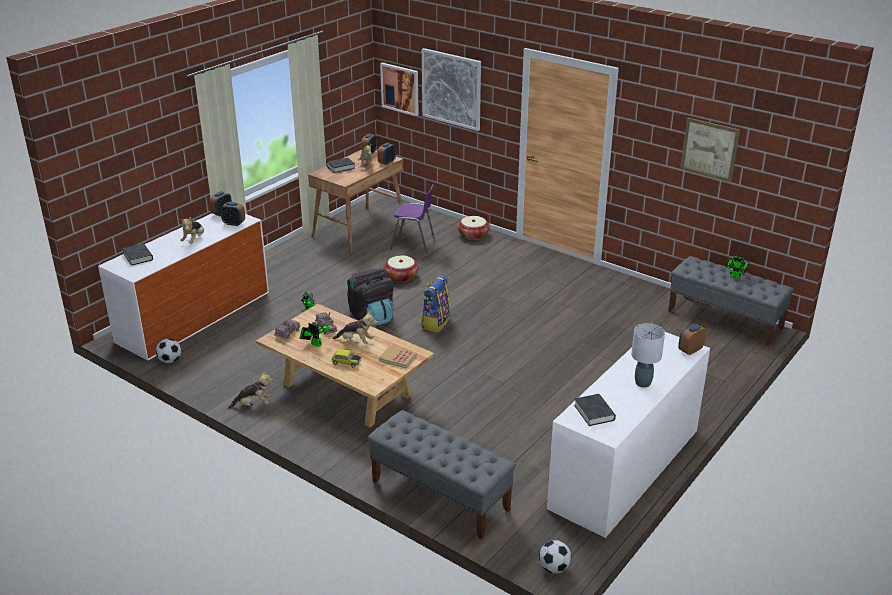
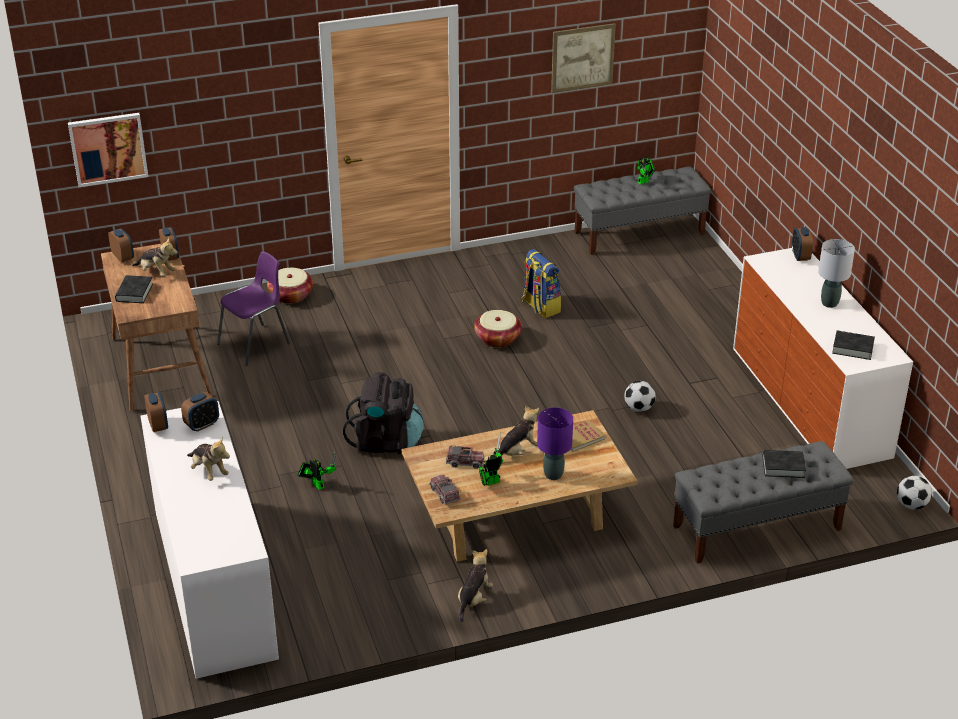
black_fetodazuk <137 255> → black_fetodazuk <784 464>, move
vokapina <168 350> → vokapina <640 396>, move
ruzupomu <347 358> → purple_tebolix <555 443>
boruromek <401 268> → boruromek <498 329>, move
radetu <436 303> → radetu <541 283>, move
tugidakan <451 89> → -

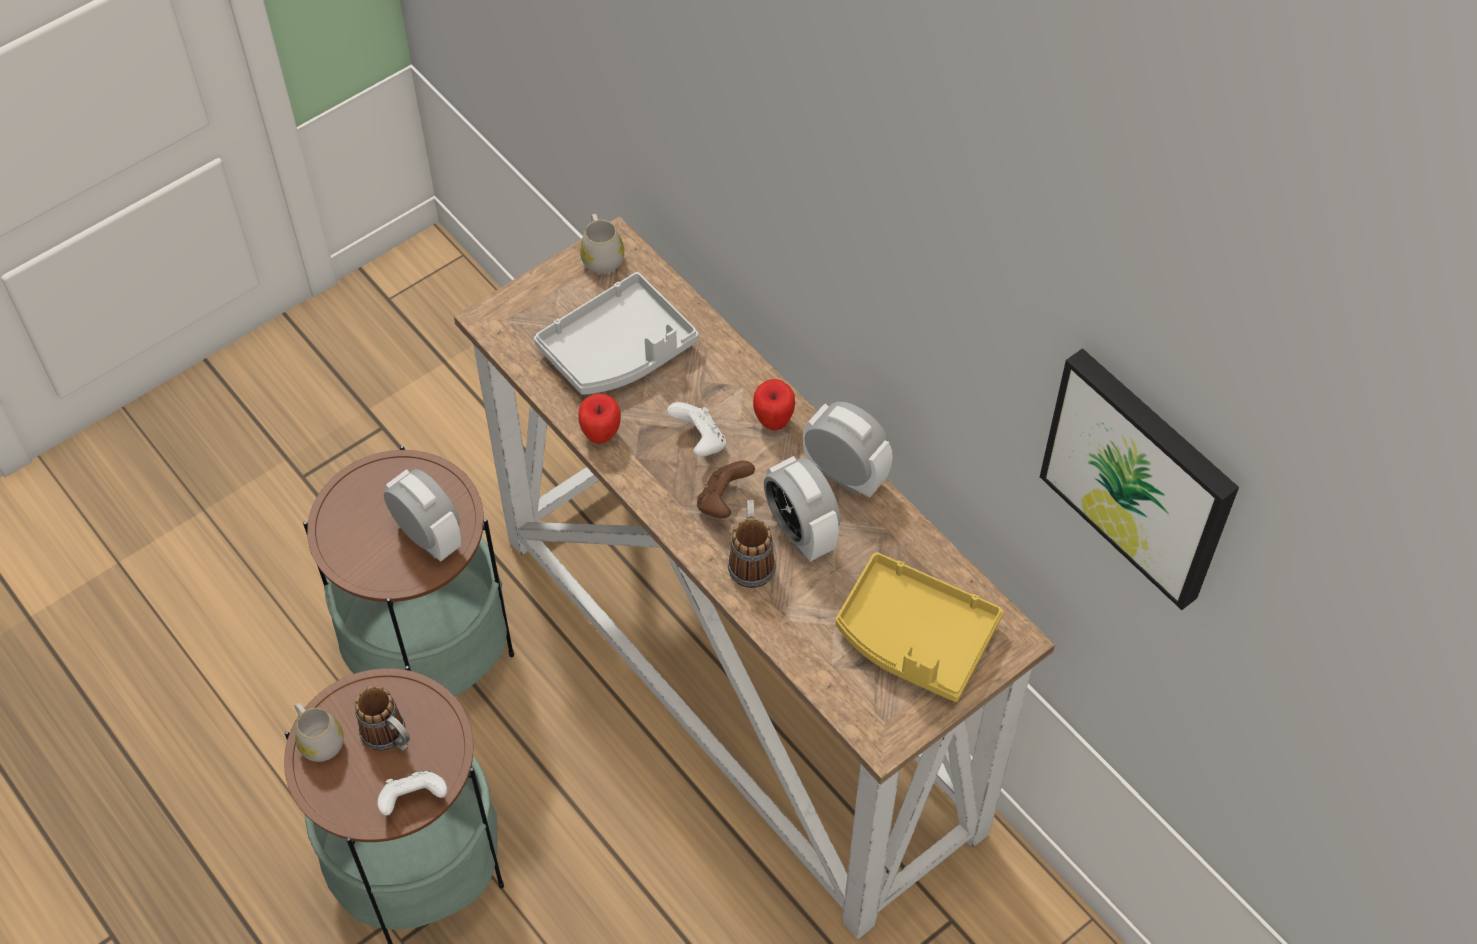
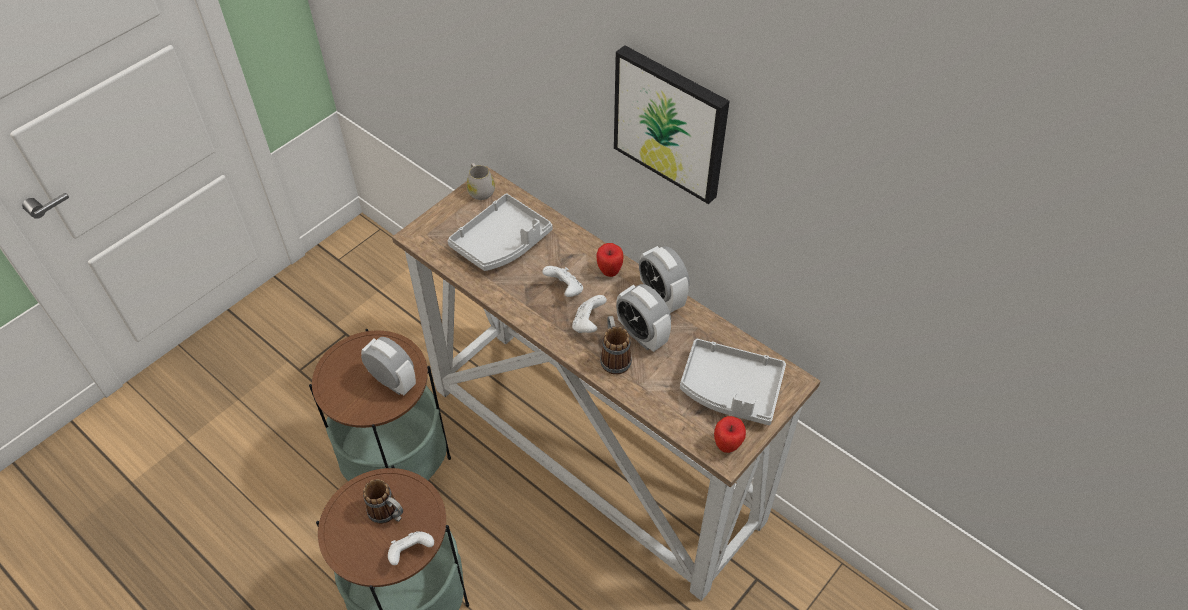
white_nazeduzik <319 732> → -
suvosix <600 418> → suvosix <730 434>, move
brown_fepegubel <726 489> → white_fepegubel <589 314>
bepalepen <848 449> → bepalepen <664 279>, 150 degrees counterclockwise
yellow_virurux <919 627> → grey_virurux <733 382>
tugidakan <1139 479> → tugidakan <672 124>, move

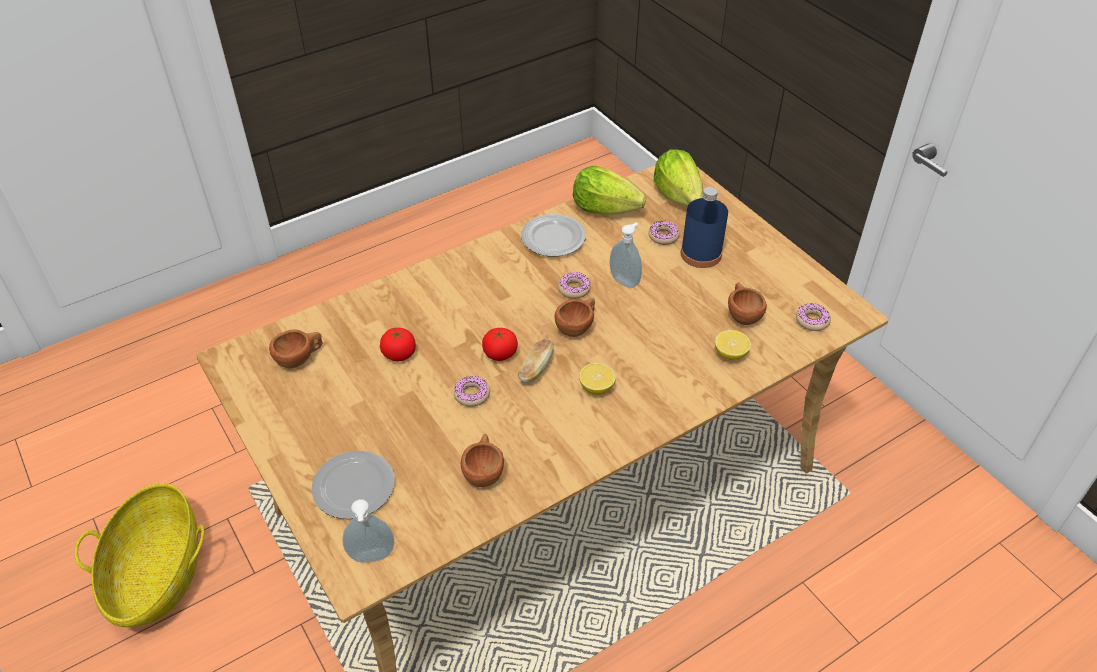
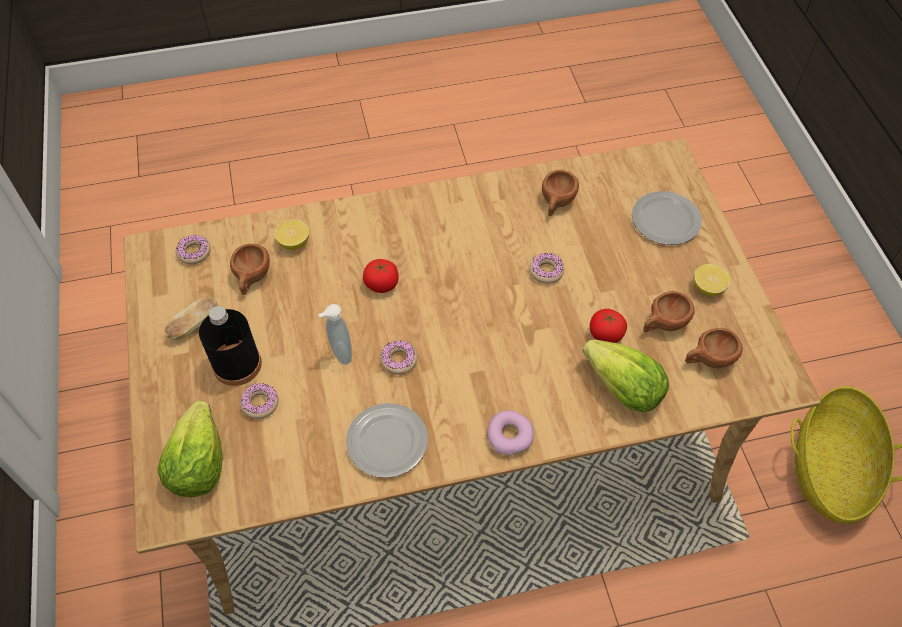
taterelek <368 530> → -
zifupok <500 344> → zifupok <381 276>, move
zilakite <536 361> → zilakite <191 318>, move
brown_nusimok <574 317> → brown_nusimok <669 311>, move
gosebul <609 190> → gosebul <626 376>, move
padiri <597 379> → padiri <712 280>, move
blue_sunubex <704 227> → black_sunubex <230 346>
- → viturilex <510 432>

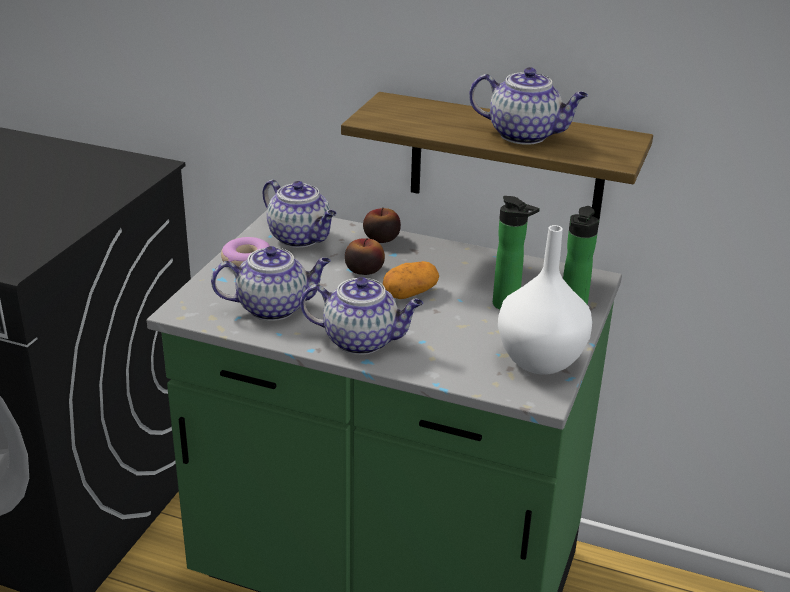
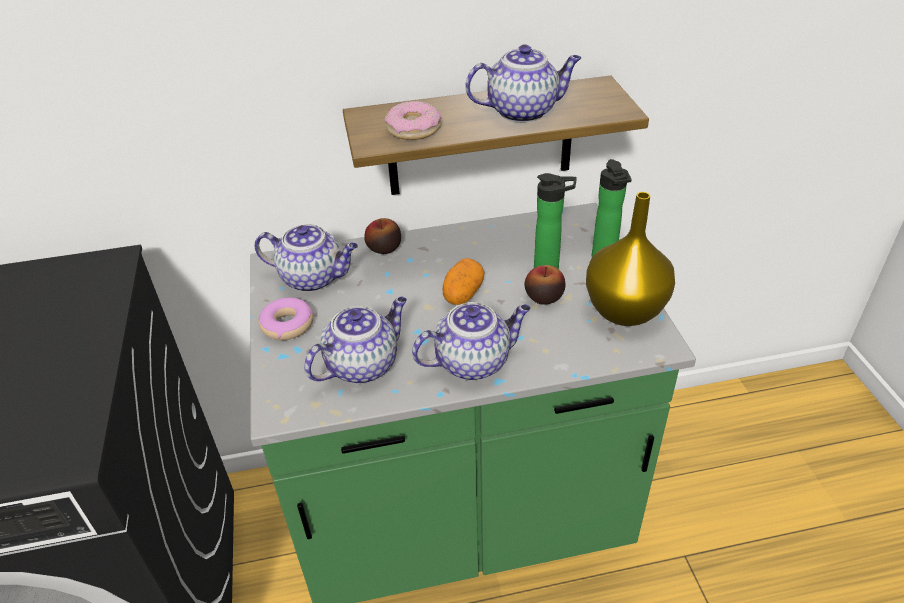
suvosix <365 256> → suvosix <544 285>, move
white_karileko <545 299> → yellow_karileko <630 259>
- → viturilex <413 120>

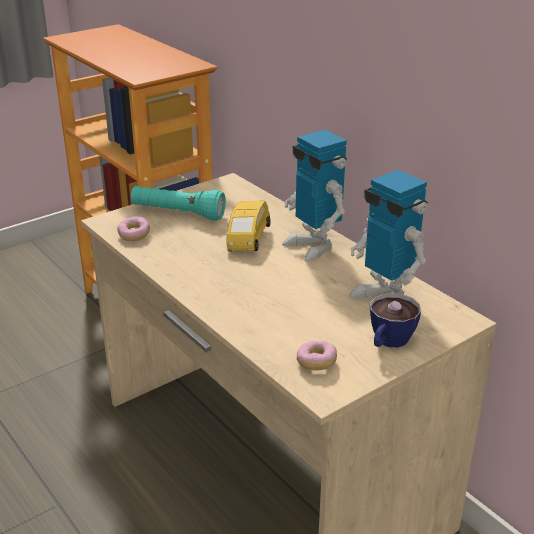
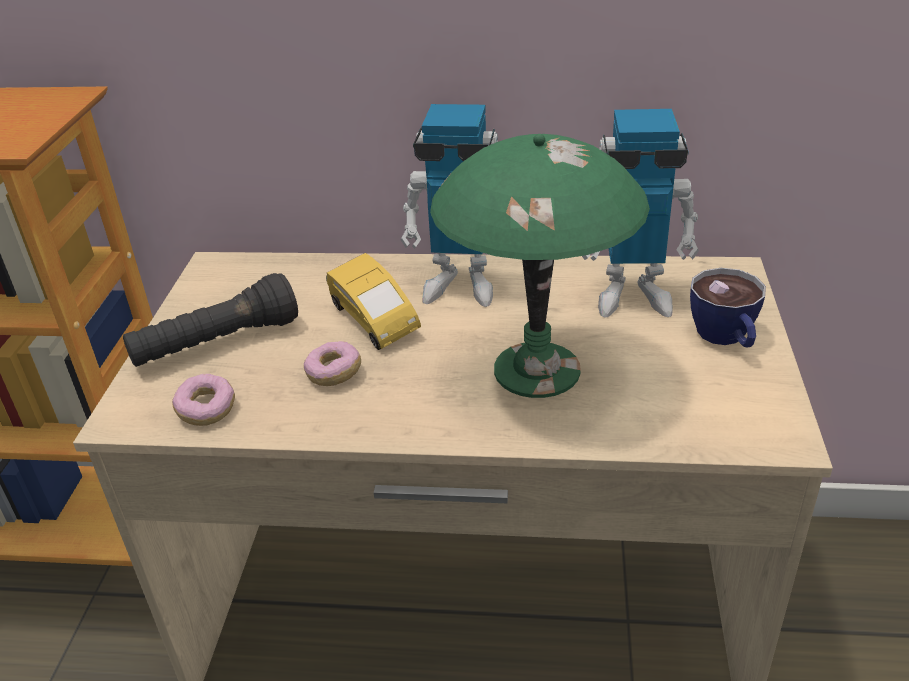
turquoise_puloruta <178 203> → black_puloruta <210 320>
viturilex <317 355> → viturilex <332 363>, move
- → green_tebolix <540 266>

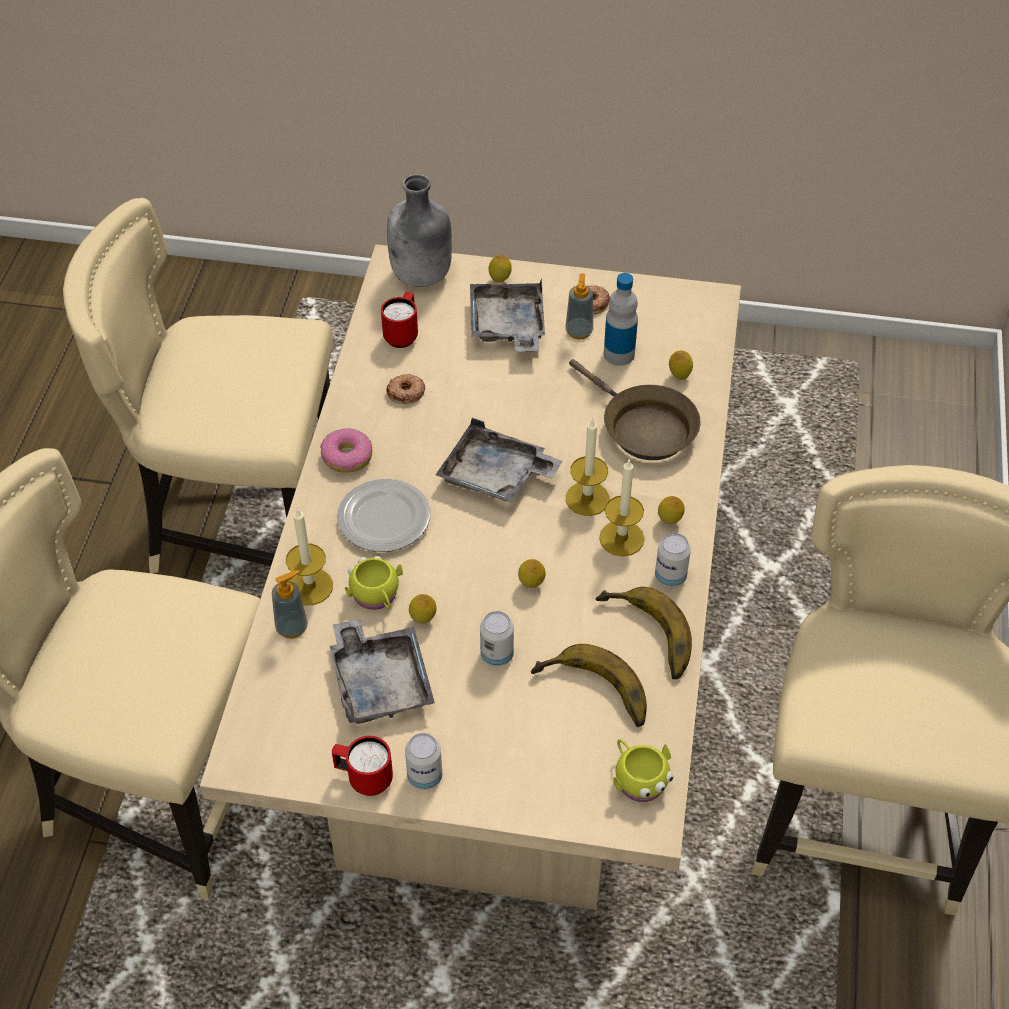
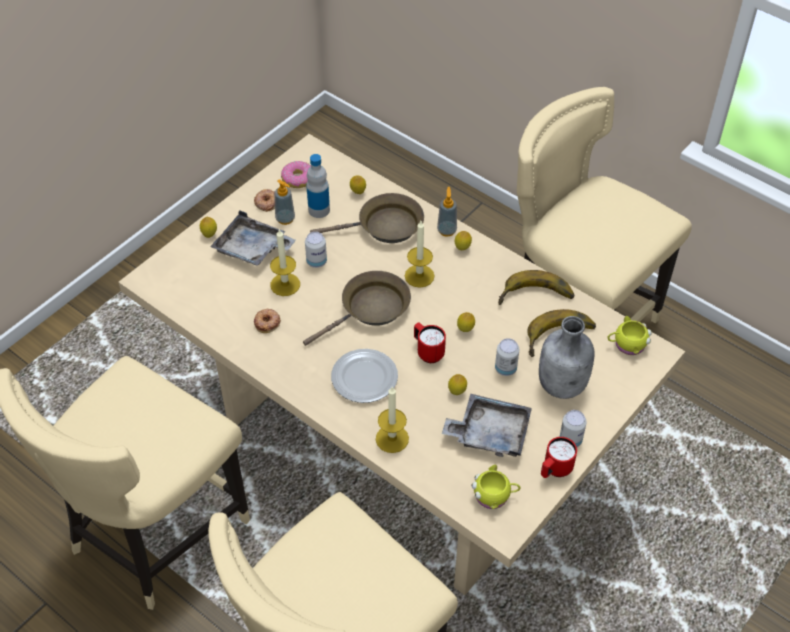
taterelek <290 604> → taterelek <447 212>, move
viturilex <346 450> → viturilex <296 174>, move
yellow_nazeduzik <374 583> → yellow_nazeduzik <496 487>, move
red_nazeduzik <399 320> → red_nazeduzik <430 343>, move
grey_sunubex <419 230> → grey_sunubex <566 357>, move
grey_virurux <499 460> → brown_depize <357 308>
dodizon <622 507> → dodizon <285 263>, move
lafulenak <673 560> → lafulenak <316 250>, move

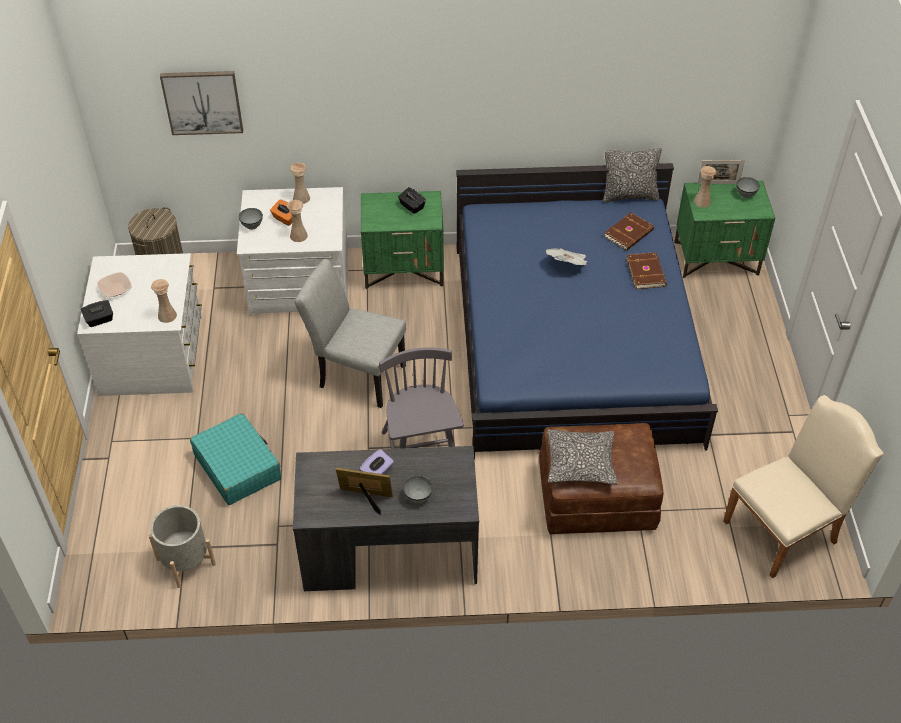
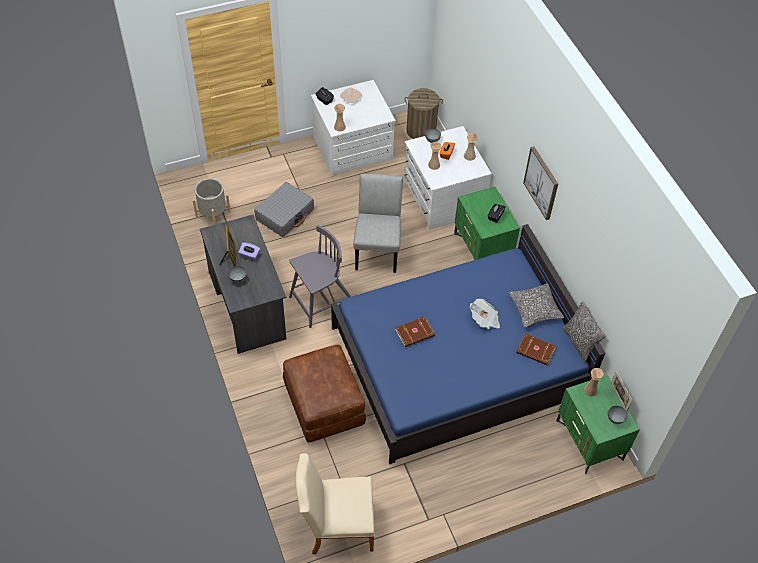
tugidakan <201 103> → tugidakan <540 183>, move
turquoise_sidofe <235 459> → grey_sidofe <284 209>
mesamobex <582 457> → mesamobex <536 305>, move
brown_fetodazuk <646 270> → brown_fetodazuk <415 331>, move
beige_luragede <803 486> → beige_luragede <335 503>, 135 degrees clockwise

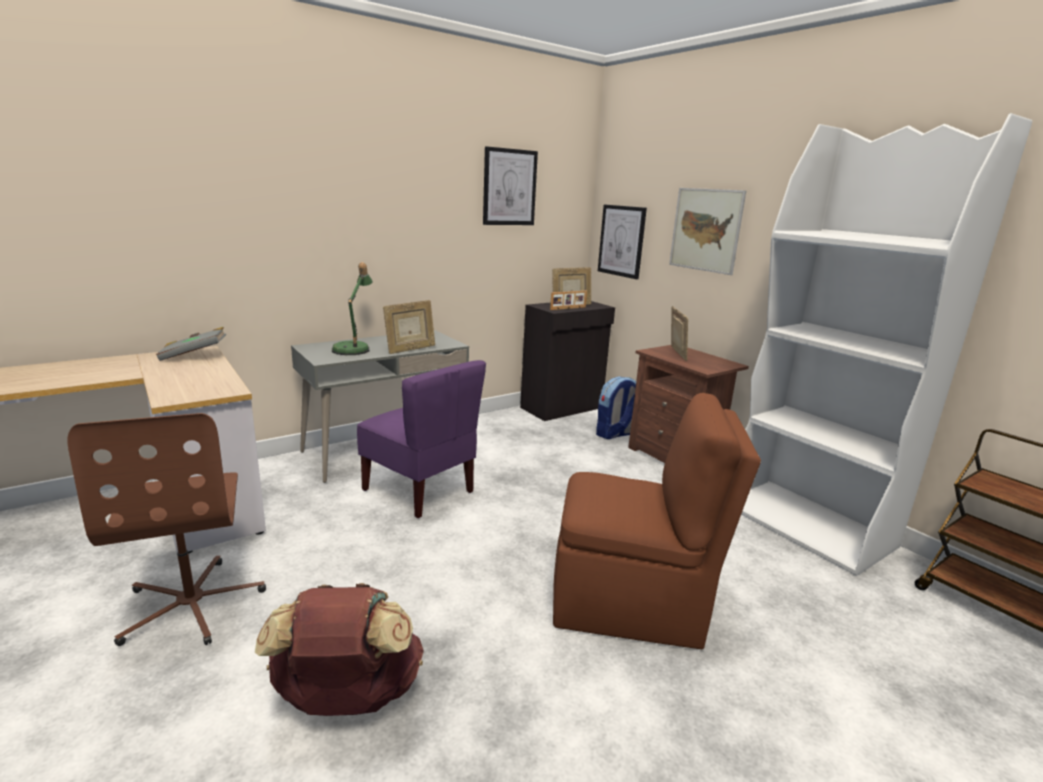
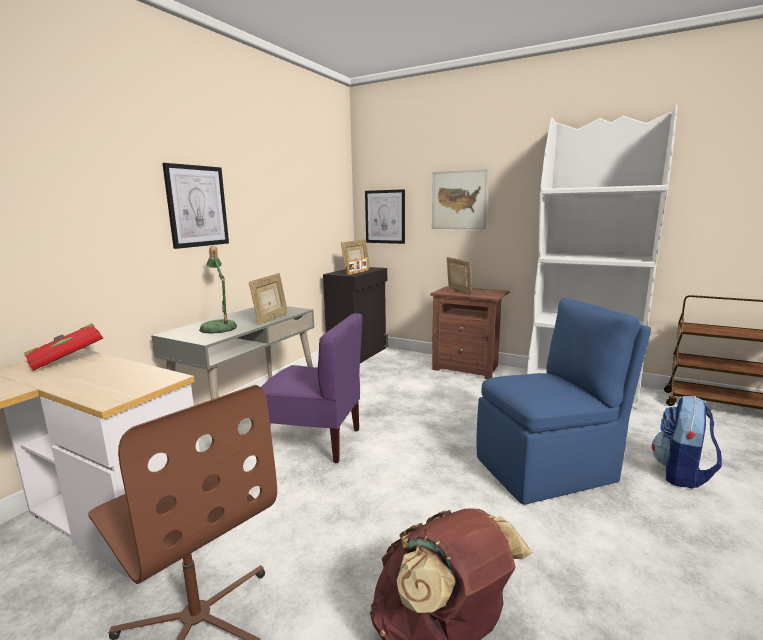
grey_fetodazuk <191 344> → red_fetodazuk <63 347>
tugidakan <510 185> → tugidakan <195 206>, move
brown_luragede <657 521> → blue_luragede <564 401>
radetu <616 407> → radetu <687 442>, move

